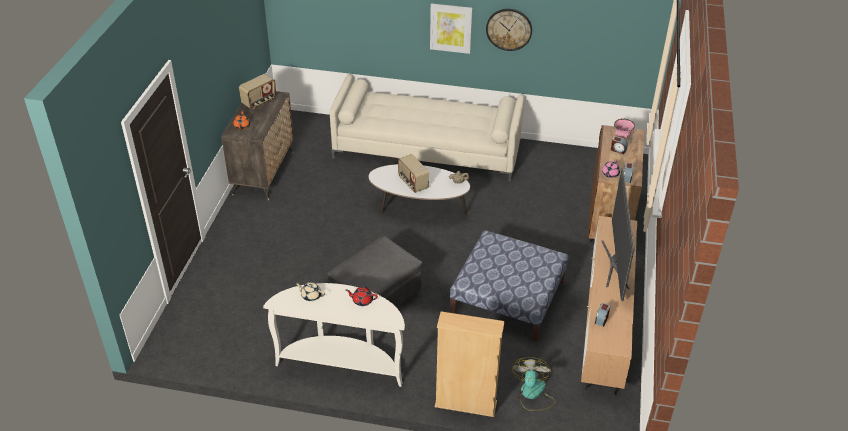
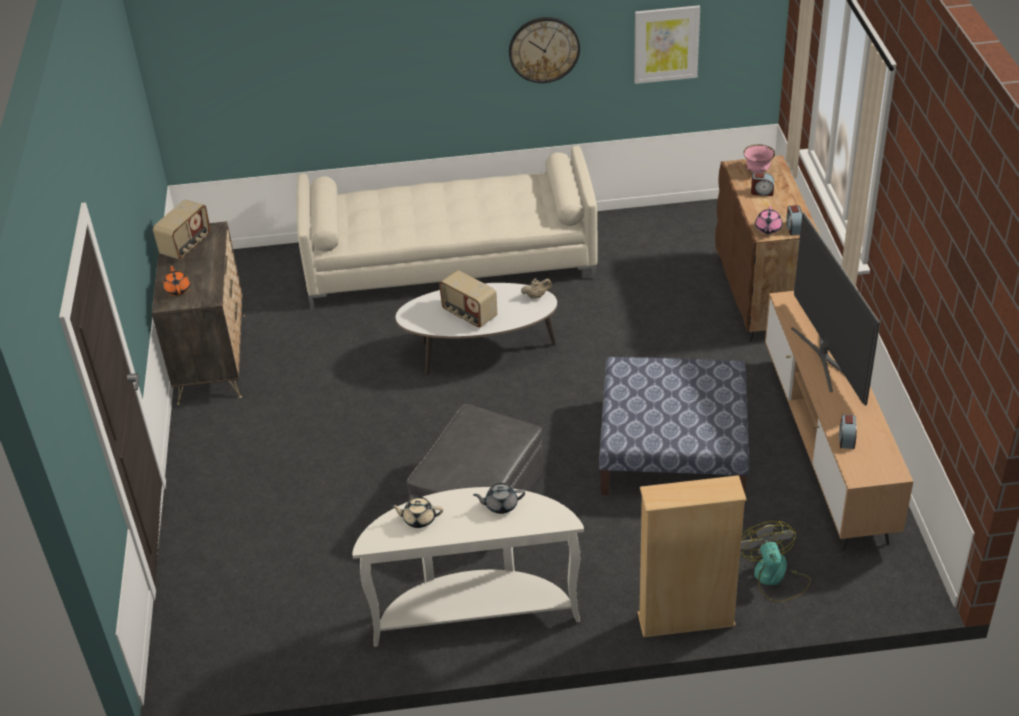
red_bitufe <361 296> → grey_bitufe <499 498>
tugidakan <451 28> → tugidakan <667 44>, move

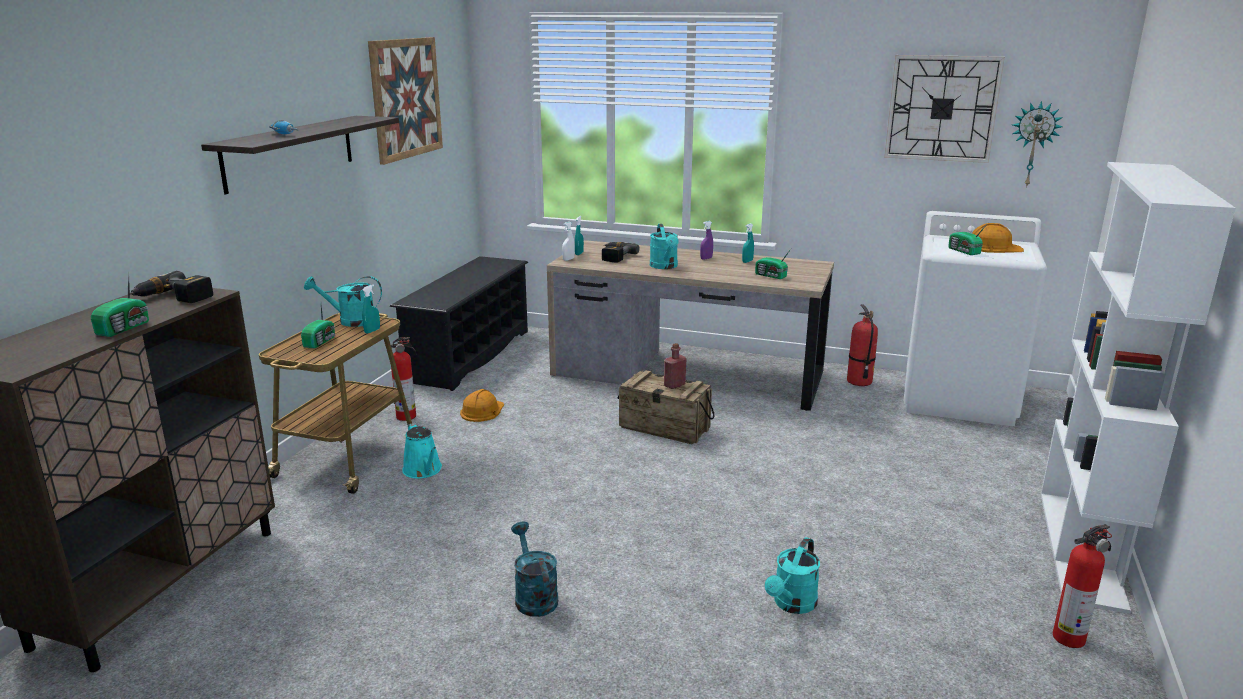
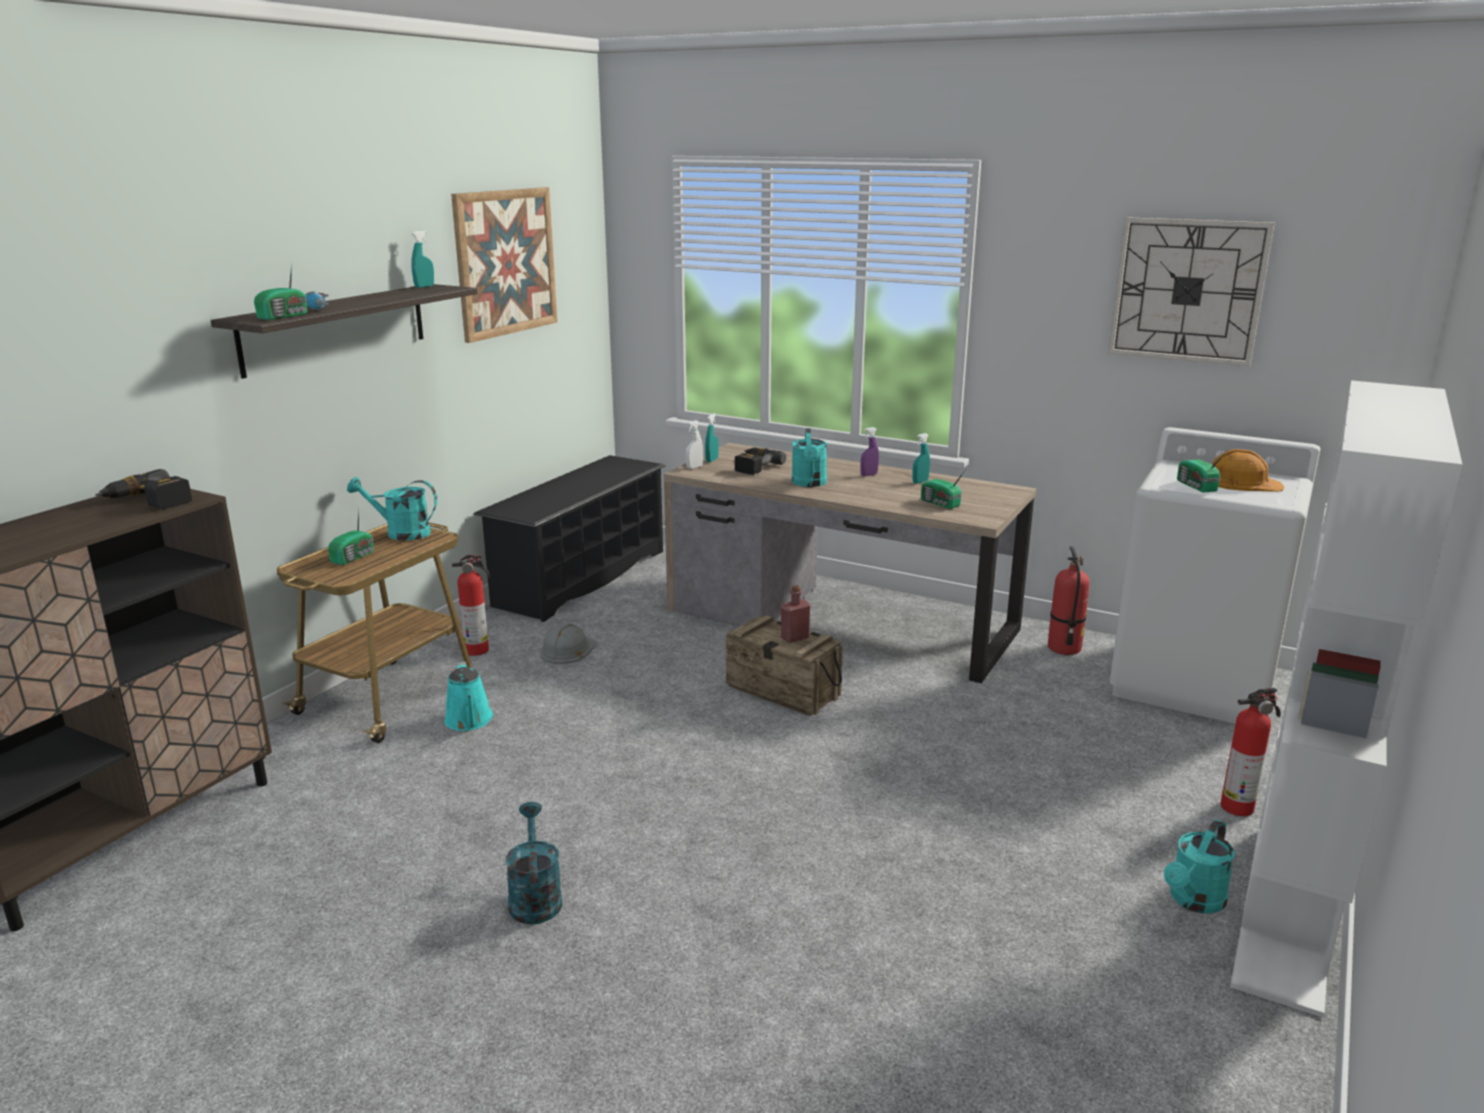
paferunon <120 304> → paferunon <280 292>, move
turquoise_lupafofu <371 309> → turquoise_lupafofu <422 259>, move
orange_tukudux <482 405> → grey_tukudux <569 643>
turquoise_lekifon <792 575> → turquoise_lekifon <1199 866>, move
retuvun <1037 144> → -
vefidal <1082 586> → vefidal <1251 752>, move

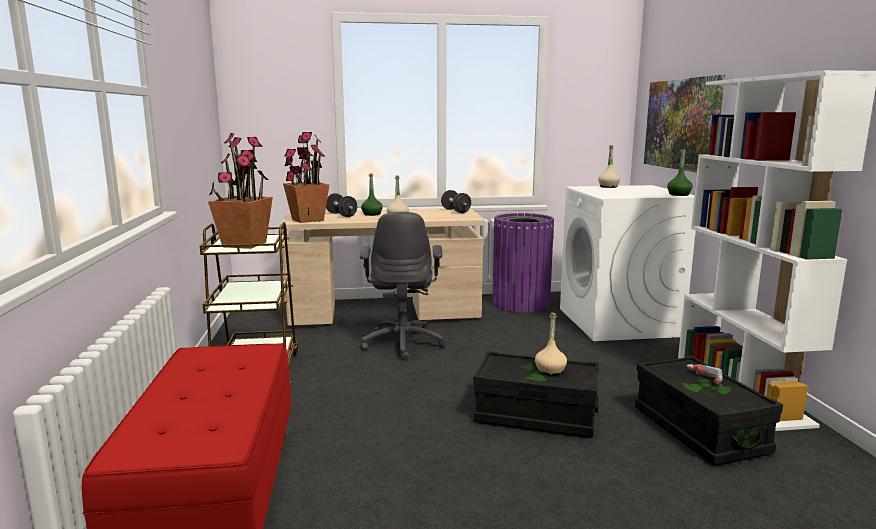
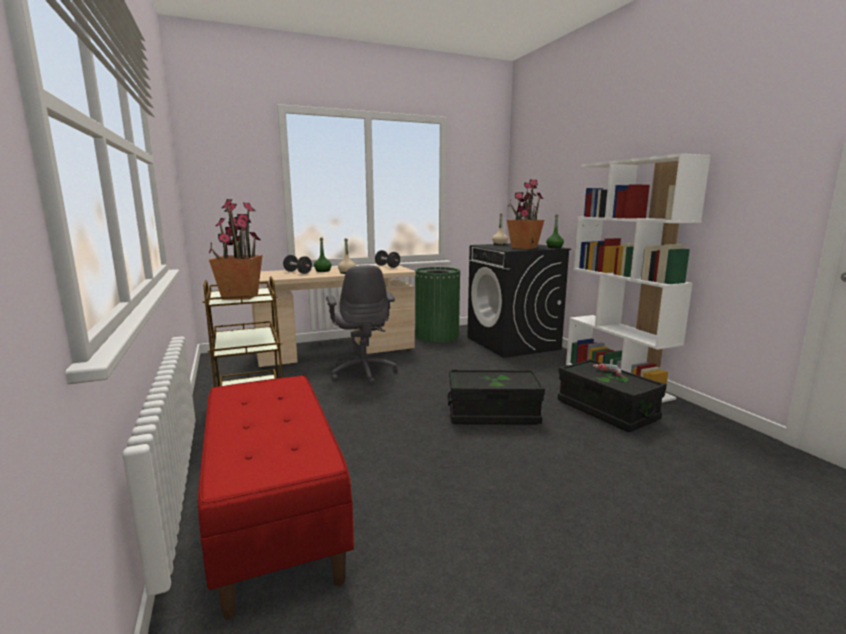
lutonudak <306 177> → lutonudak <525 214>, move
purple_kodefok <523 263> → green_kodefok <438 304>
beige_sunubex <551 344> → -
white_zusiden <628 263> → black_zusiden <519 300>
tugidakan <684 124> → -

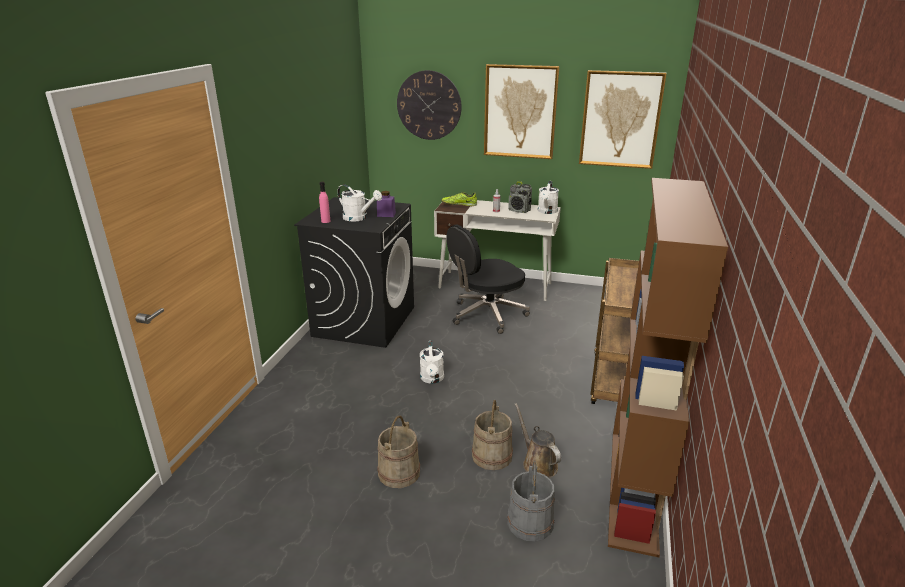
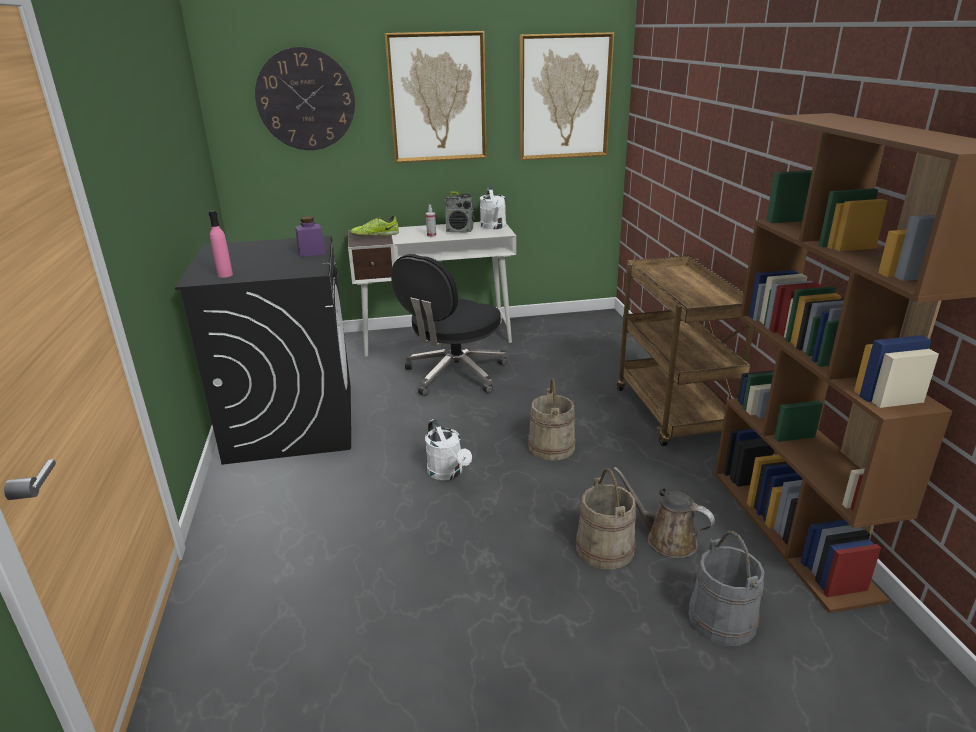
white_lekifon <359 203> → -
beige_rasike <398 452> → beige_rasike <552 419>, move

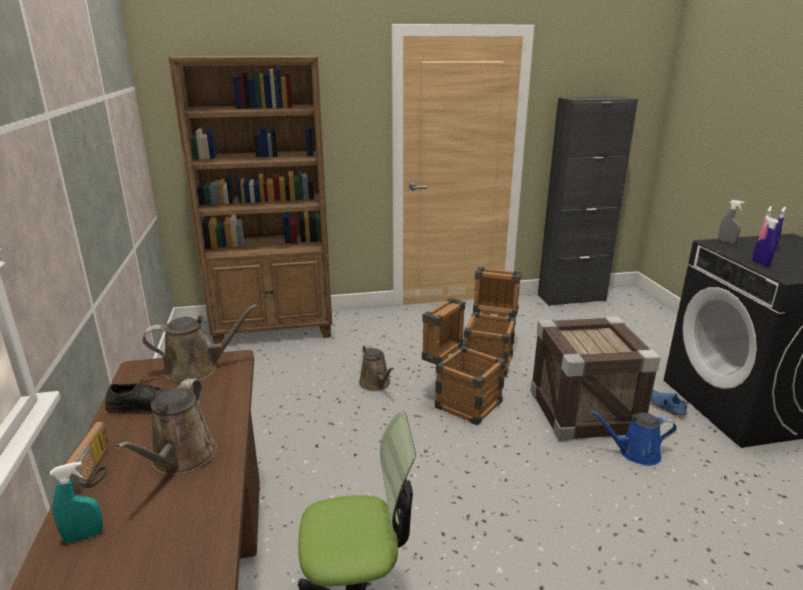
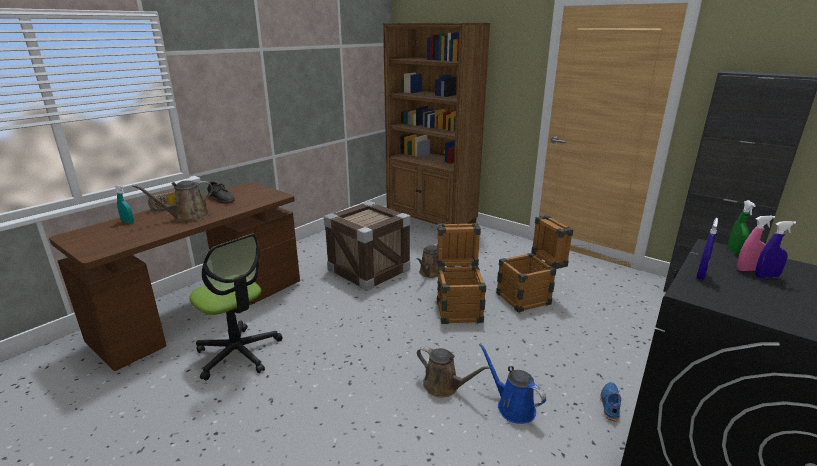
brown_lekifon <200 343> → brown_lekifon <454 372>, move
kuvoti <595 378> → kuvoti <367 246>, move
grey_lupafofu <731 222> → green_lupafofu <742 227>

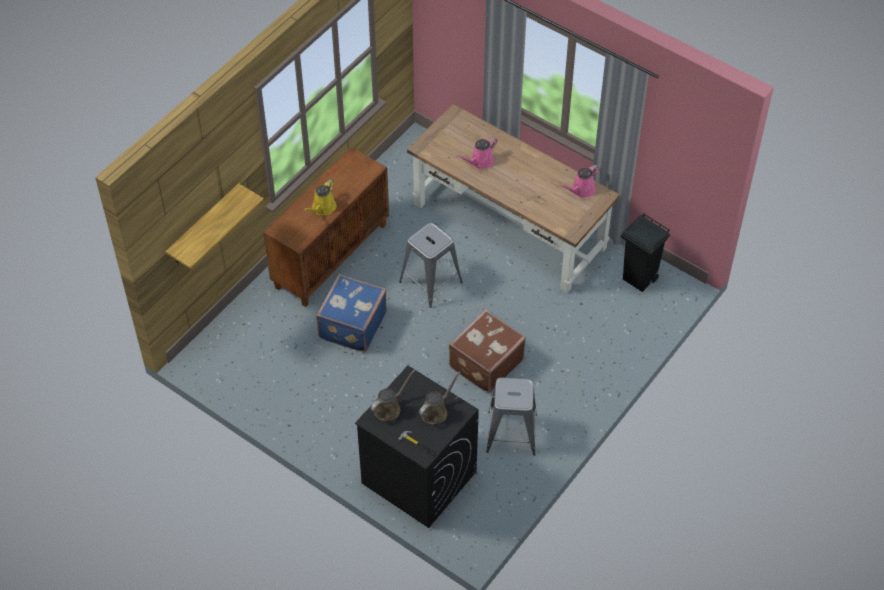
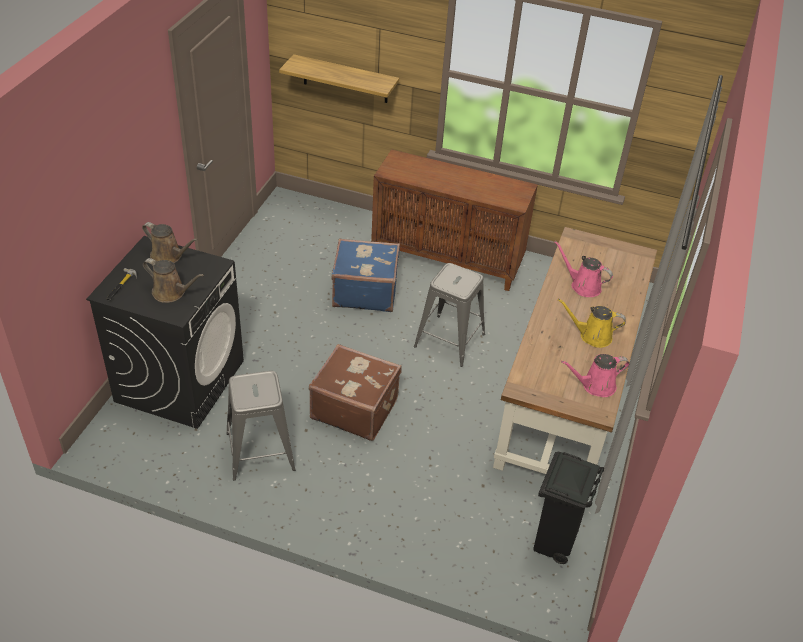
yellow_lekifon <320 197> → yellow_lekifon <592 323>, move
pink_lekifon <579 181> → pink_lekifon <595 375>, 45 degrees counterclockwise

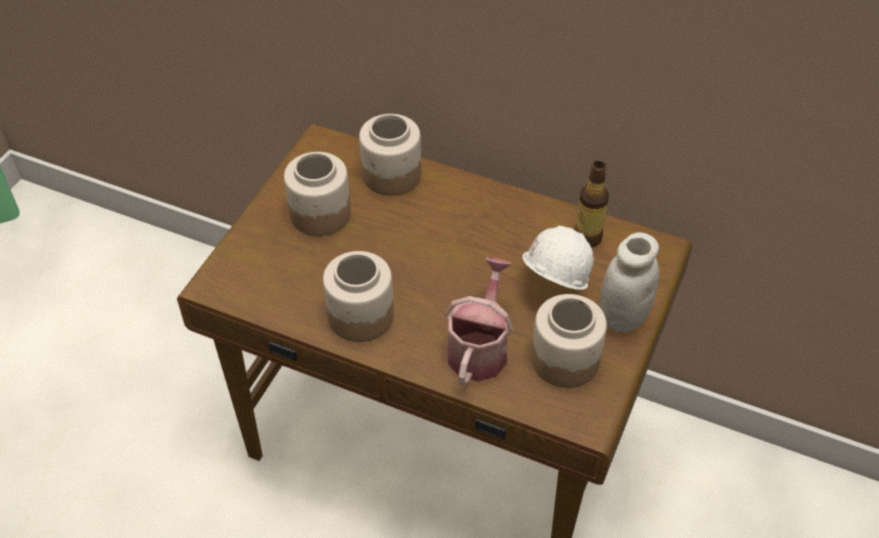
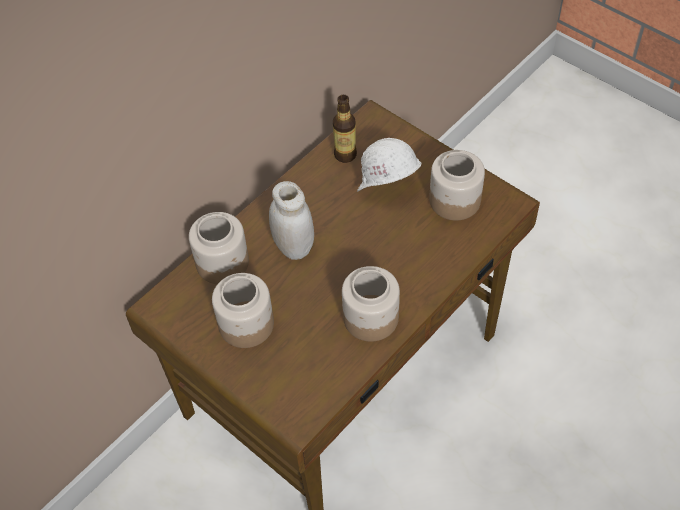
lekifon <479 321> → -
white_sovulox <629 282> → white_sovulox <291 220>, move

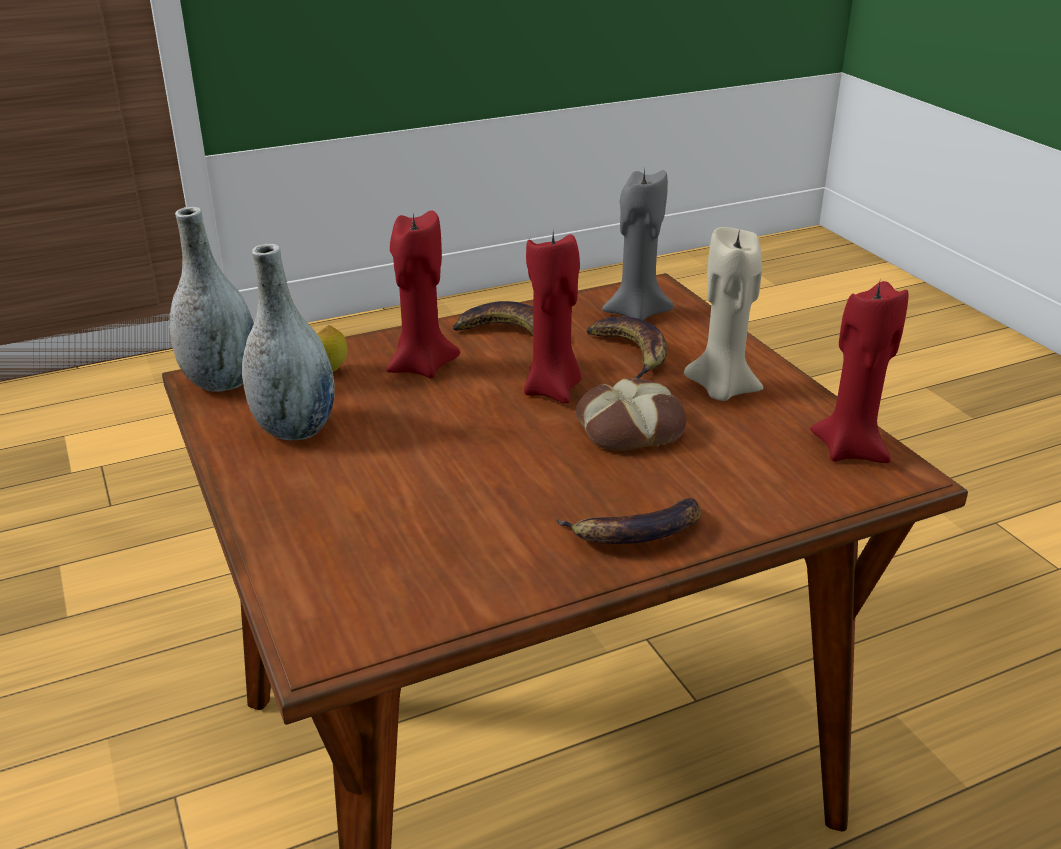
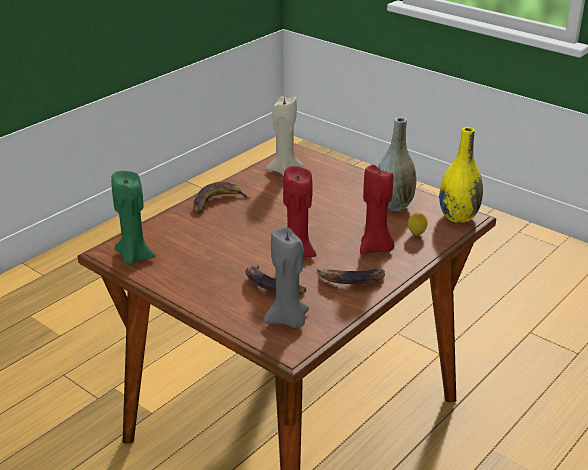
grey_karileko <211 299> → yellow_karileko <461 175>
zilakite <631 414> → -
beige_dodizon <723 314> → beige_dodizon <285 136>, move
red_dodizon <859 372> → green_dodizon <133 218>

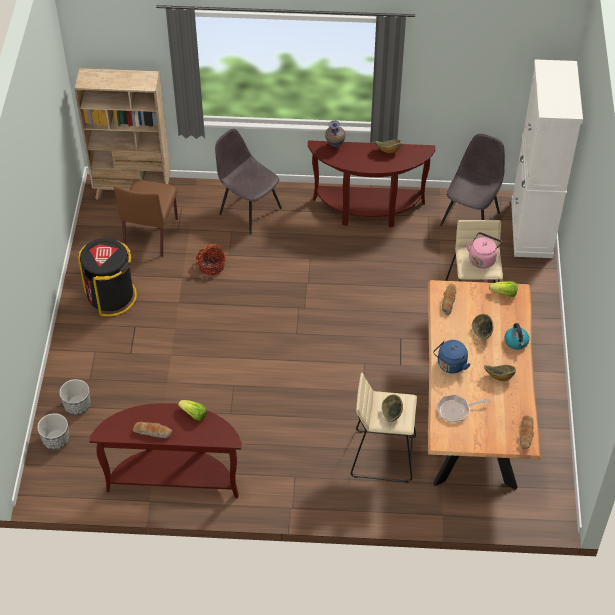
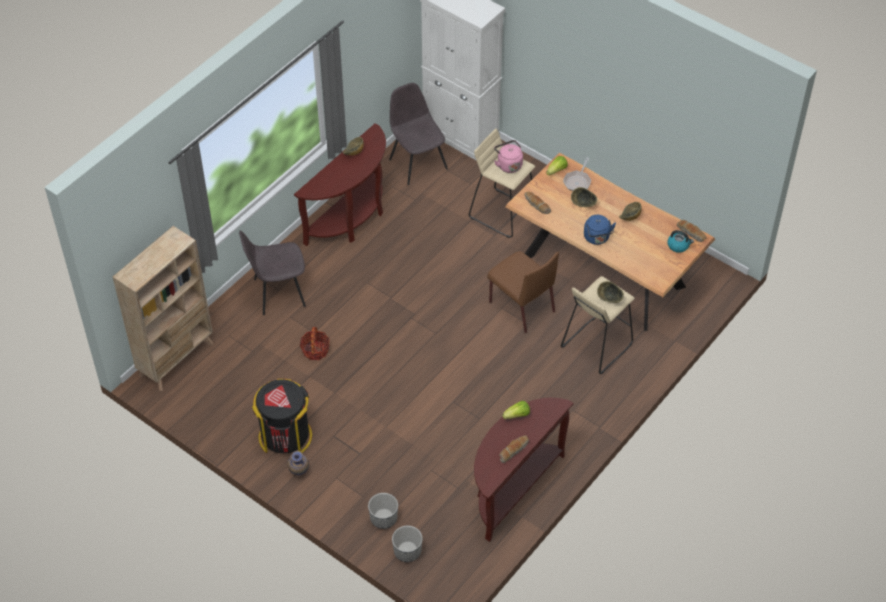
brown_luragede <146 218> → brown_luragede <523 292>, move
karileko <335 134> → karileko <298 463>, move
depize <463 408> → depize <577 174>, move
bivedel <516 336> → bivedel <680 241>, move

